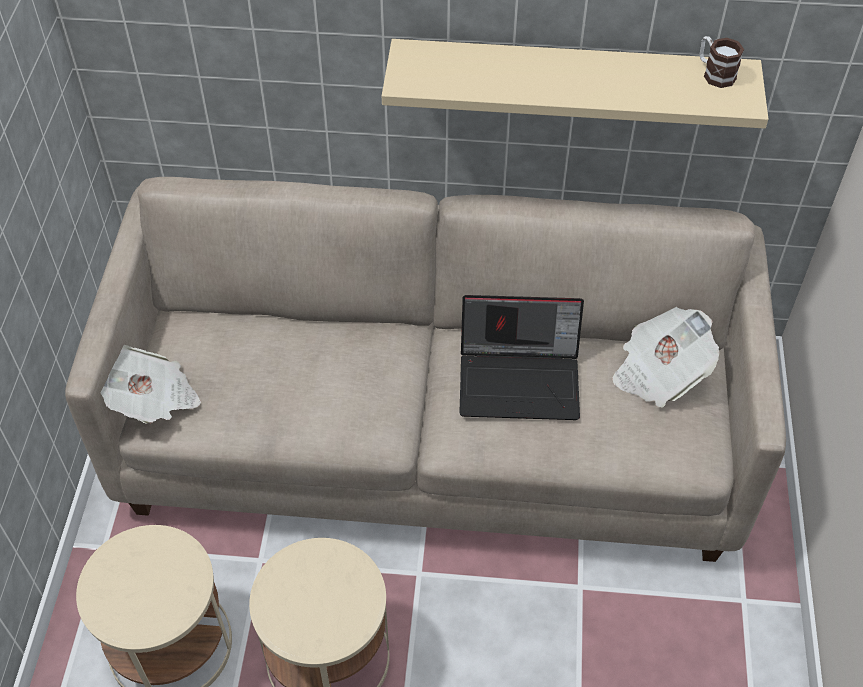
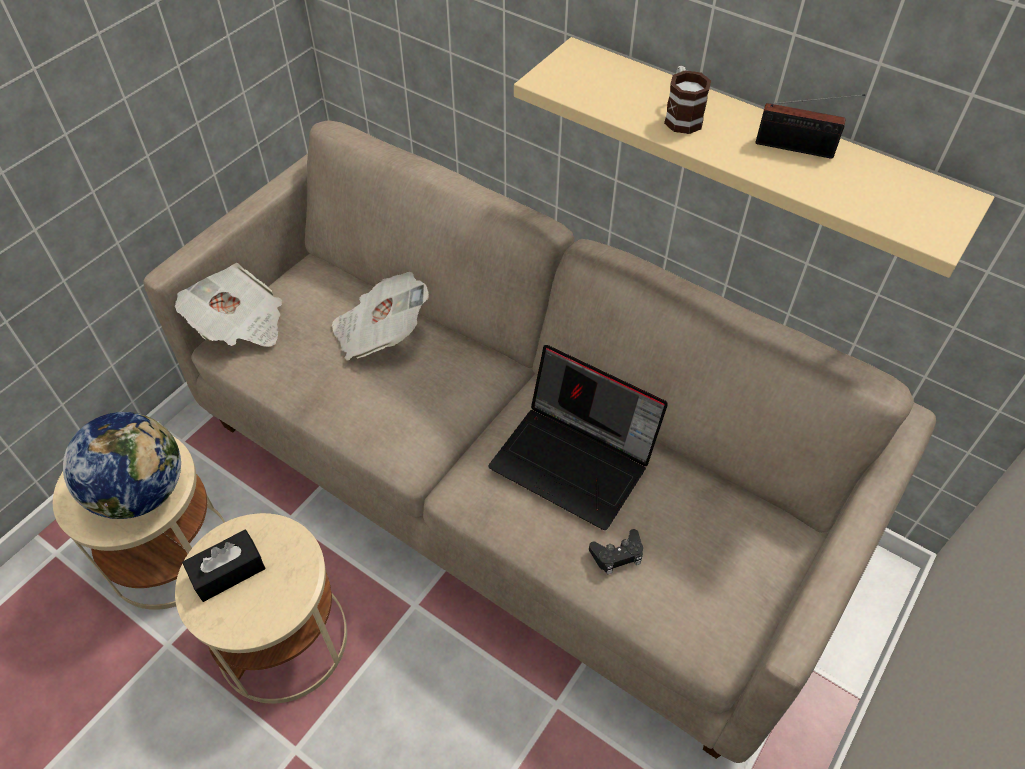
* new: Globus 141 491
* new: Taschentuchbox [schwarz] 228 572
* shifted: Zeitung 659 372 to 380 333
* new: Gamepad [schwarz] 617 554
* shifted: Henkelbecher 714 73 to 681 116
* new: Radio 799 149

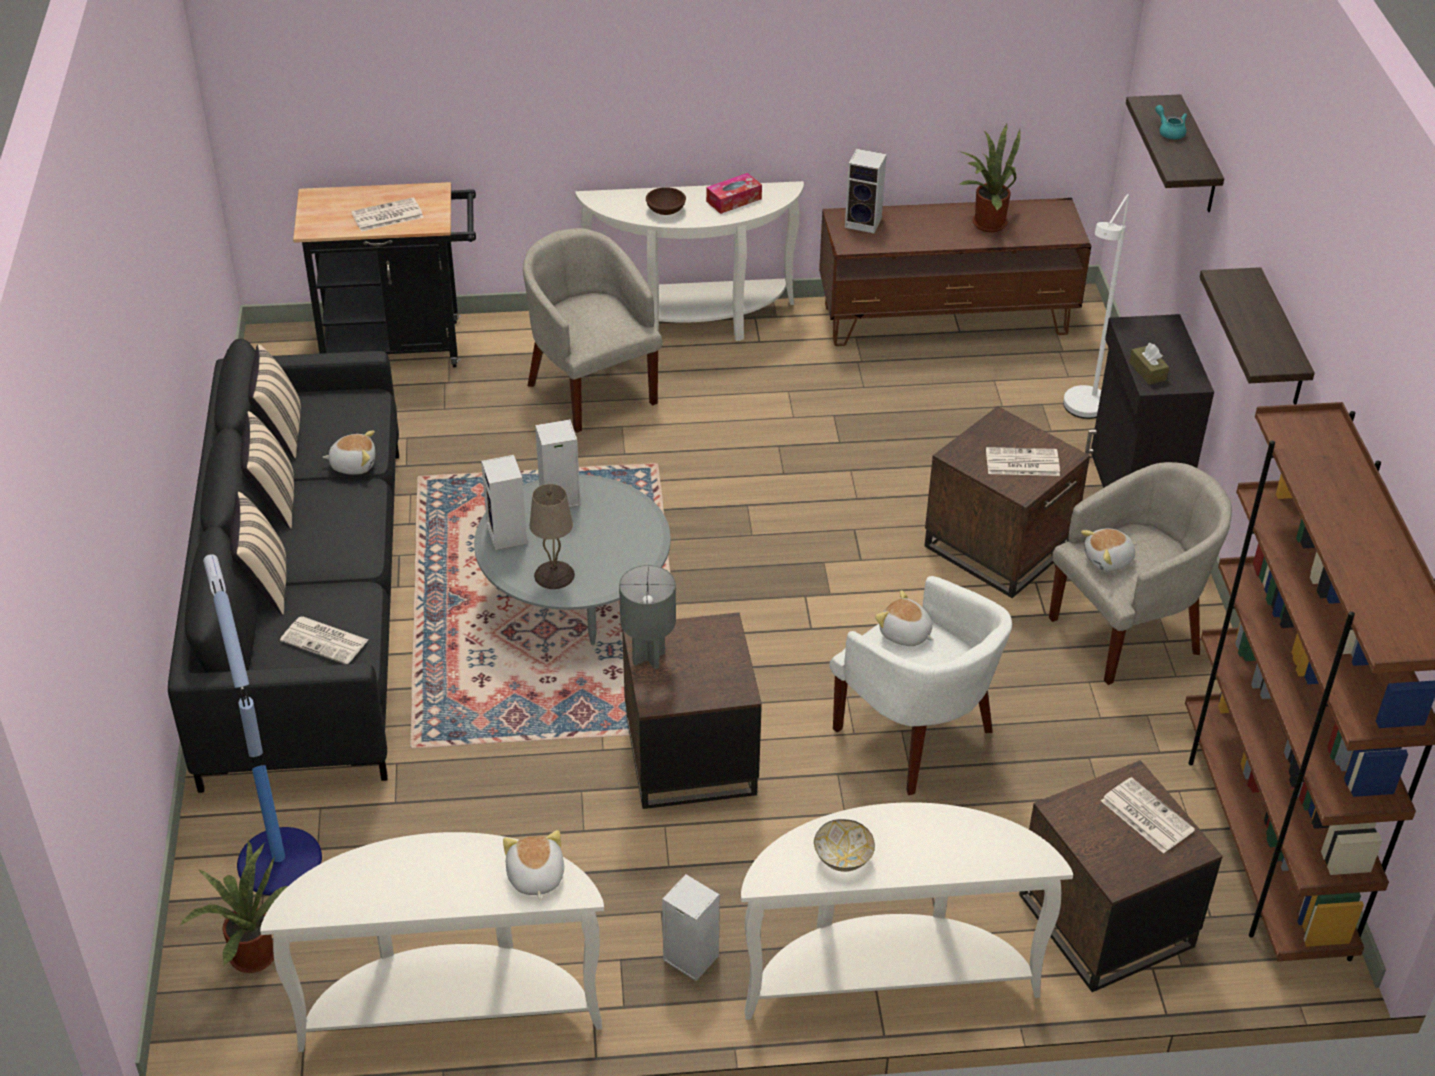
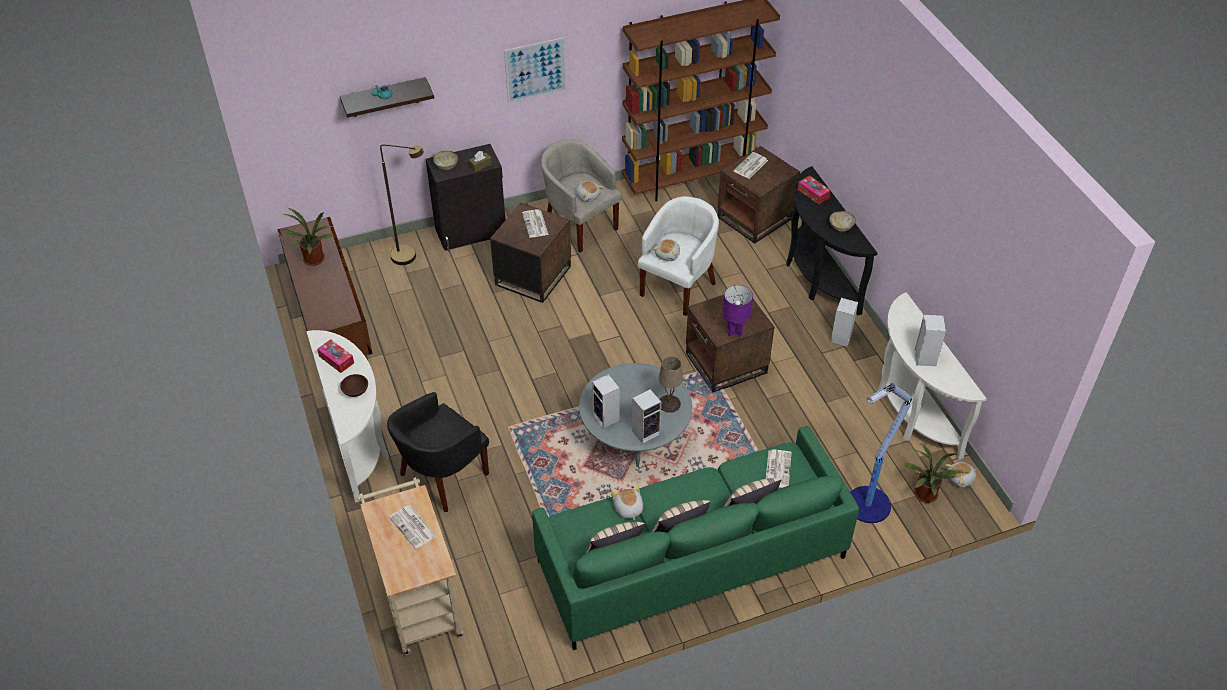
* repainted: Rollwagen [schwarz] 402 345 to Rollwagen [beige] 418 599
* repainted: Stehlampe [weiß] 1082 412 to Stehlampe [braun] 410 256
* repainted: Sessel [beige] 591 389 to Sessel [schwarz] 442 477
* new: Schüssel 446 166
* swapped: Wandregal 1281 341 to Bild 536 70
* repainted: Sofa [schwarz] 308 609 to Sofa [grün] 691 558
* repainted: Tischlampe [grau] 649 658 to Tischlampe [lila] 734 331
* repainted: Konsolentisch [weiß] 887 974 to Konsolentisch [schwarz] 816 276
* new: Taschentuchbox 813 193
* shifted: Lautsprecher 864 223 to 924 357
* shifted: Plüschtier 535 877 to 960 479

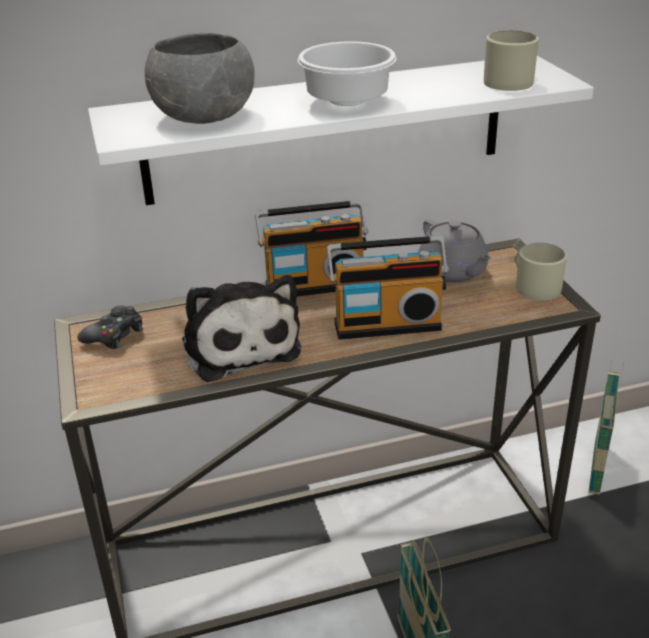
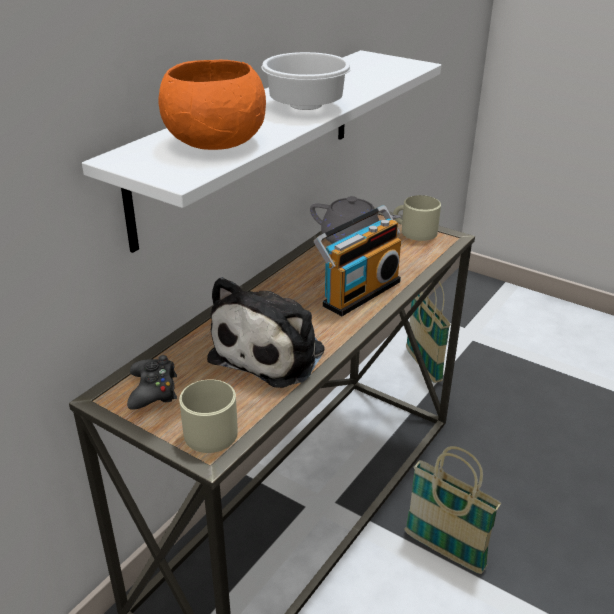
* repainted: Schüssel [grau] 205 117 to Schüssel [orange] 216 142
* shifted: Henkelbecher [beige] 512 81 to 212 428
* rotated: Plüschtier 239 345 = 272 352 90 degrees clockwise
* gone: Radio 314 284

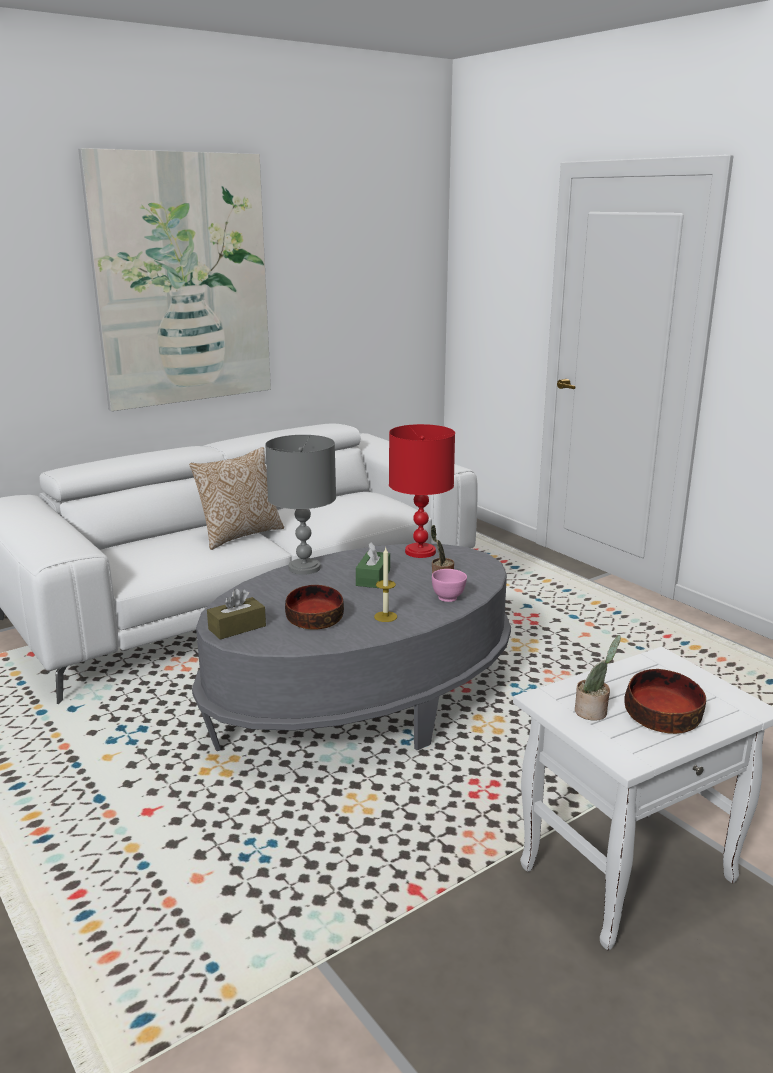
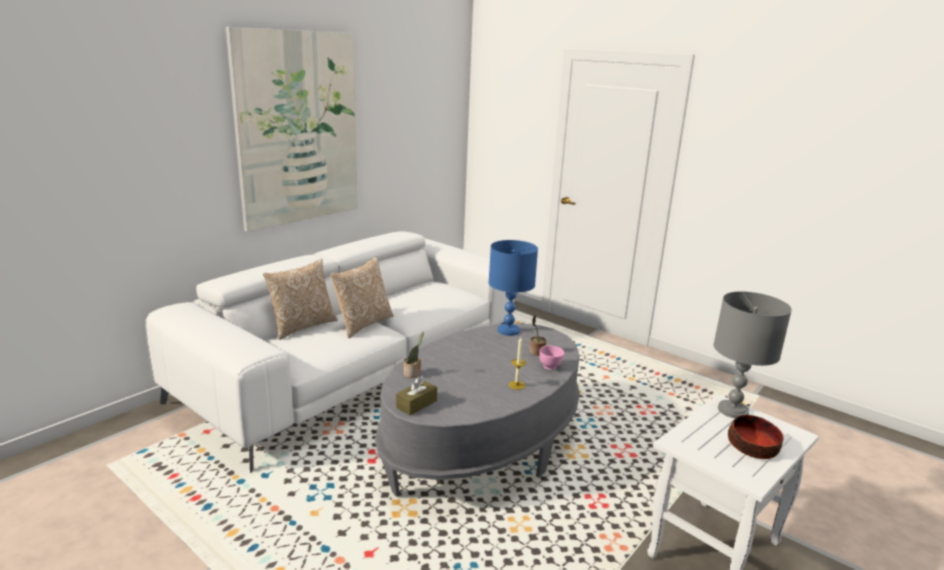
* new: Kissen 302 326
* shifted: Topfpflanze 593 712 to 413 374
* repainted: Tischlampe [rot] 420 552 to Tischlampe [blau] 508 331
* shifted: Tischlampe [grau] 304 567 to 732 410
* gone: Schüssel 314 619
* gone: Taschentuchbox [grün] 373 578

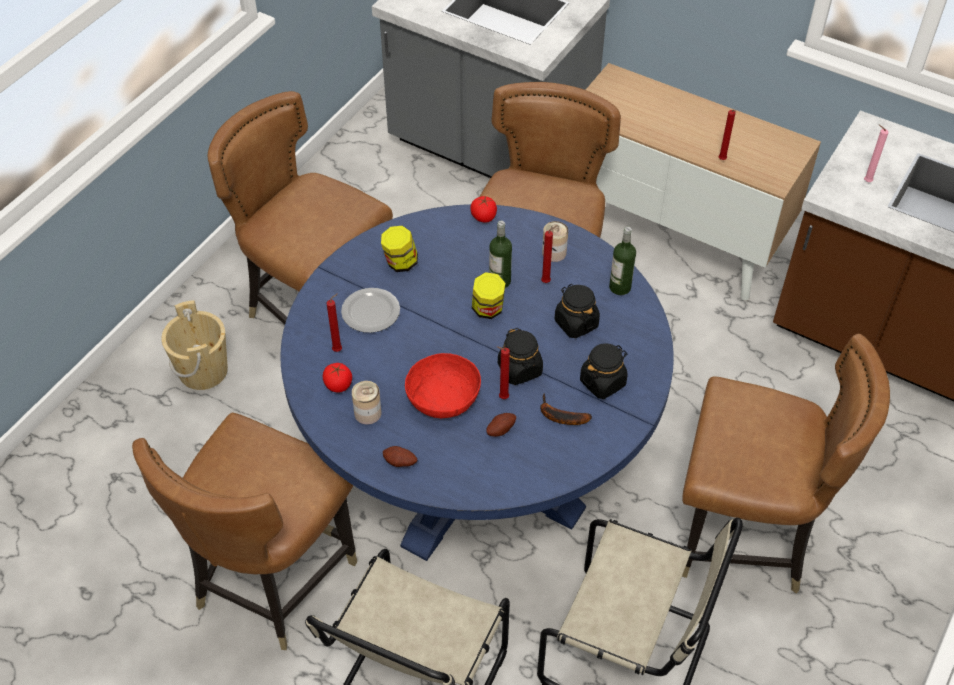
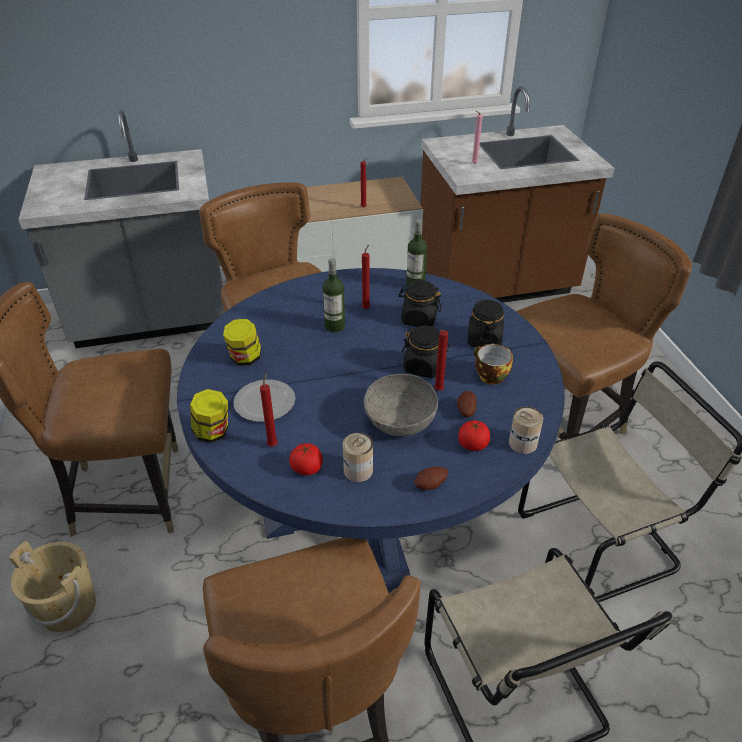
* shifted: Vorratsglas 488 310 to 213 432
* repainted: Schüssel [rot] 443 399 to Schüssel [grau] 400 420
* shifted: Tomate 483 217 to 472 445
* swapped: Banane 559 416 to Tasse 489 376
* shifted: Dose 554 252 to 522 443

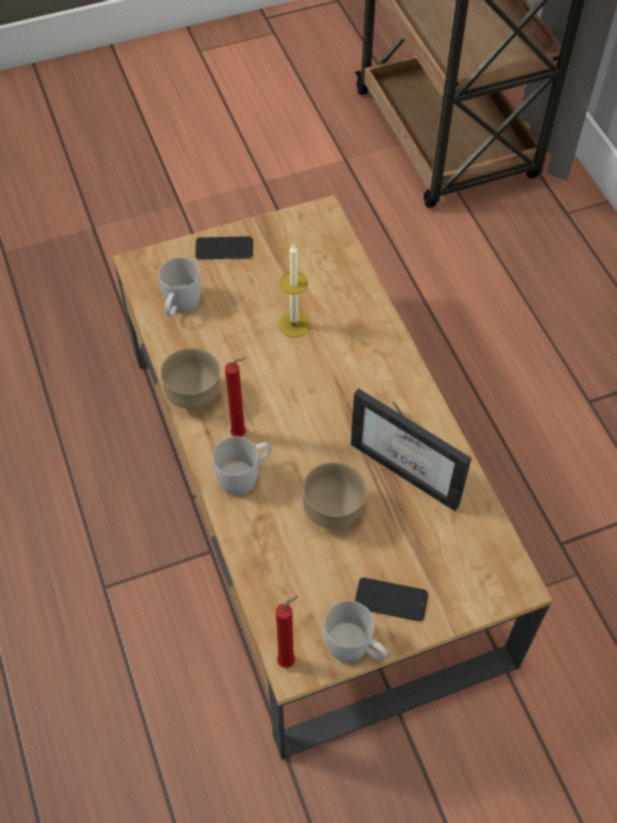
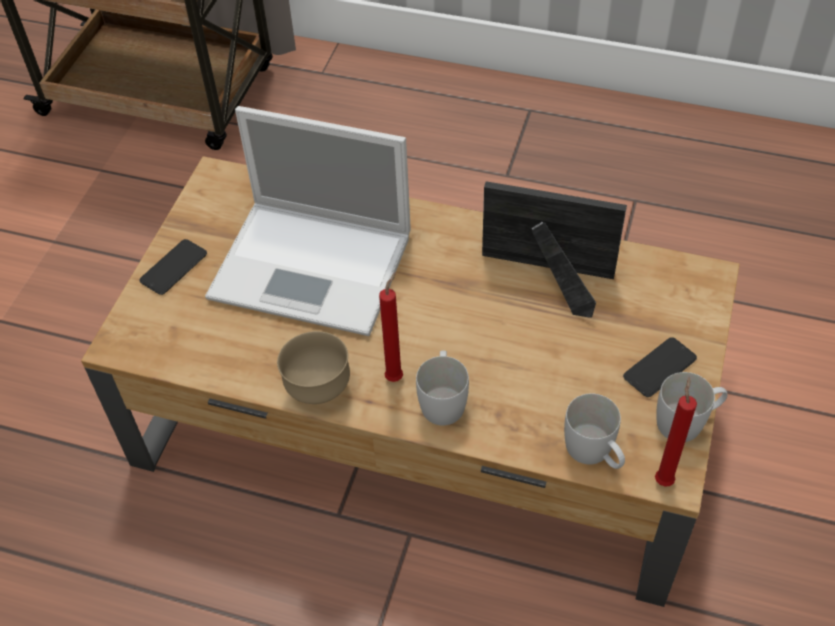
* swapped: Kerze 294 324 to Laptop 315 267
* rotated: Bilderrahmen 413 467 = 542 274 150 degrees counterclockwise
* shifted: Henkelbecher [weiß] 180 306 to 594 453
* gone: Schüssel [braun] 333 511

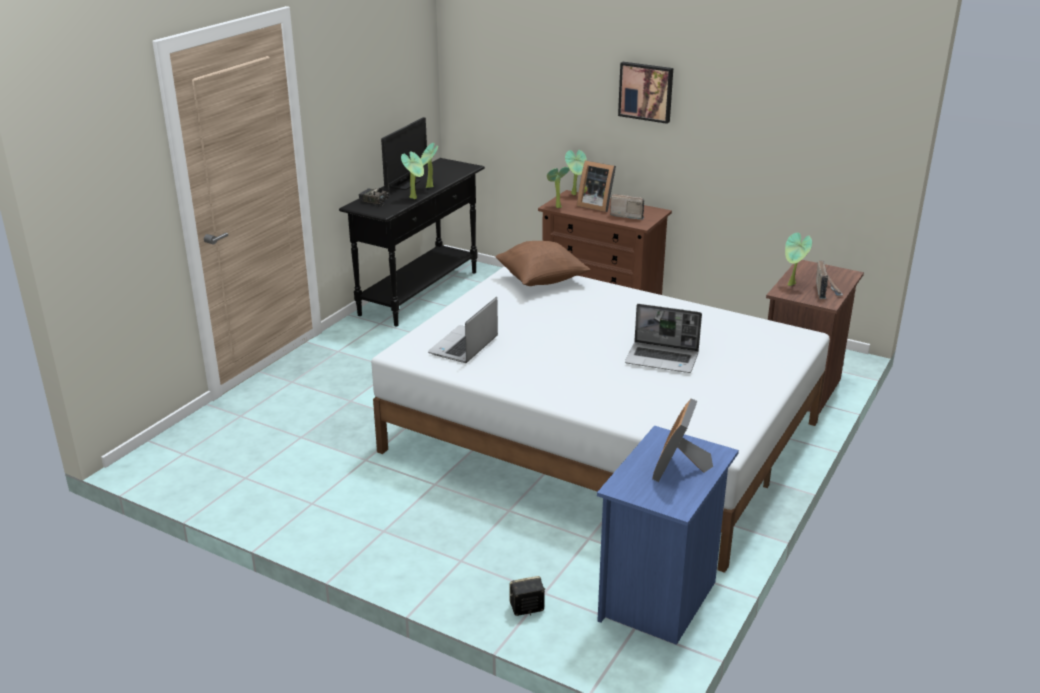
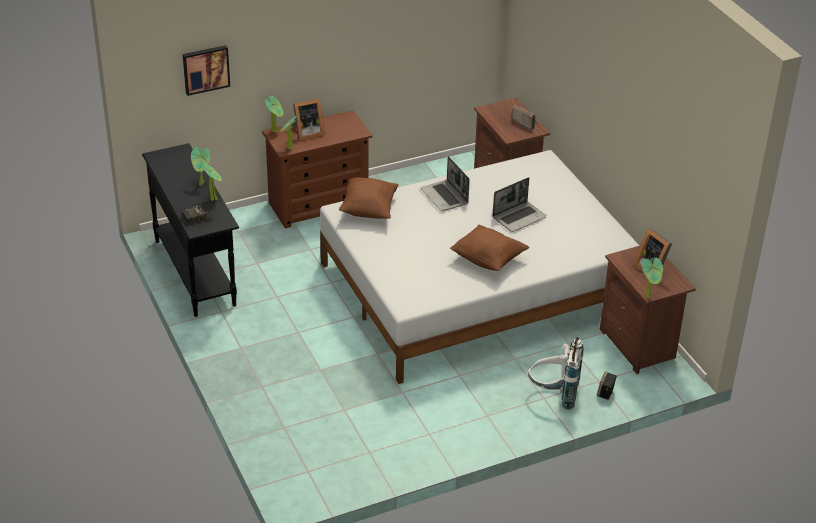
* shifted: Bild 646 91 to 205 69
* shifted: Laptop 464 346 to 445 197
* new: Kissen [braun] 488 260
* new: Rucksack [weiß] 553 394
* repainted: Nachttisch [blau] 660 599 to Nachttisch [braun] 639 345
* shifted: Topfpflanze 792 285 to 649 296
* gone: Monitor 404 183
* gone: Radio 627 215

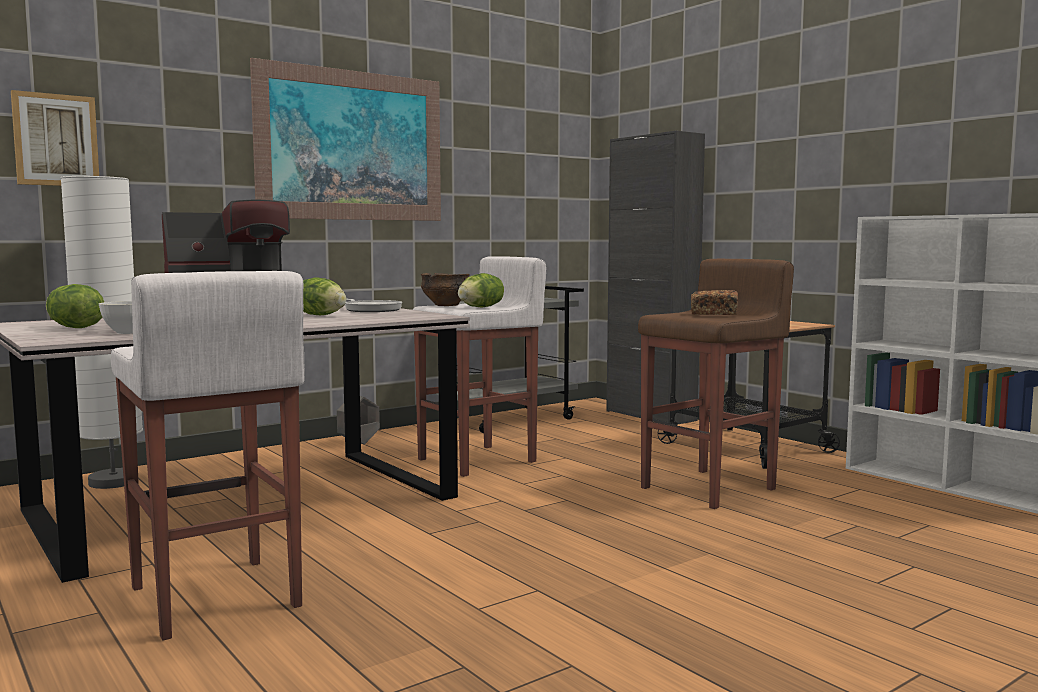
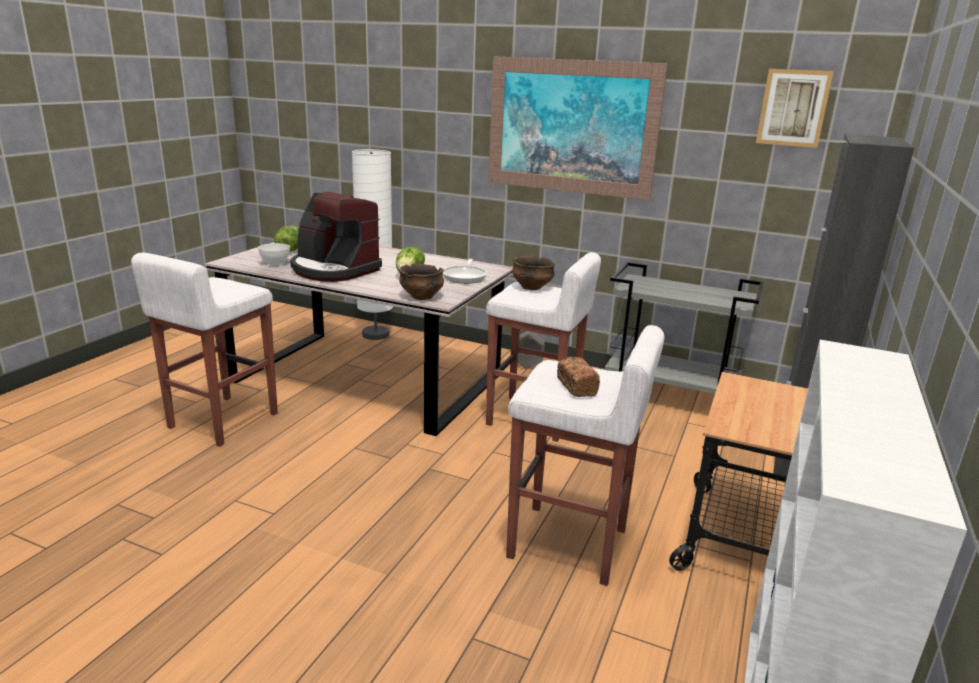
* new: Schüssel 422 296
* repainted: Hocker [braun] 711 488 to Hocker [weiß] 569 545
* shifted: Bild 55 140 to 793 108
* gone: Salatkopf 481 307

